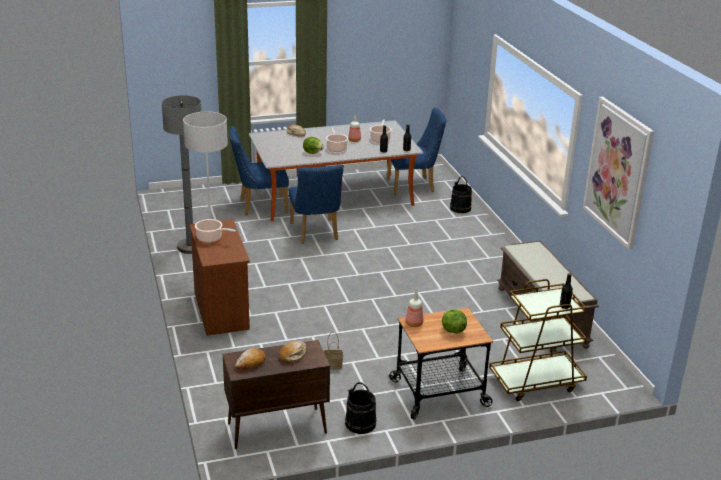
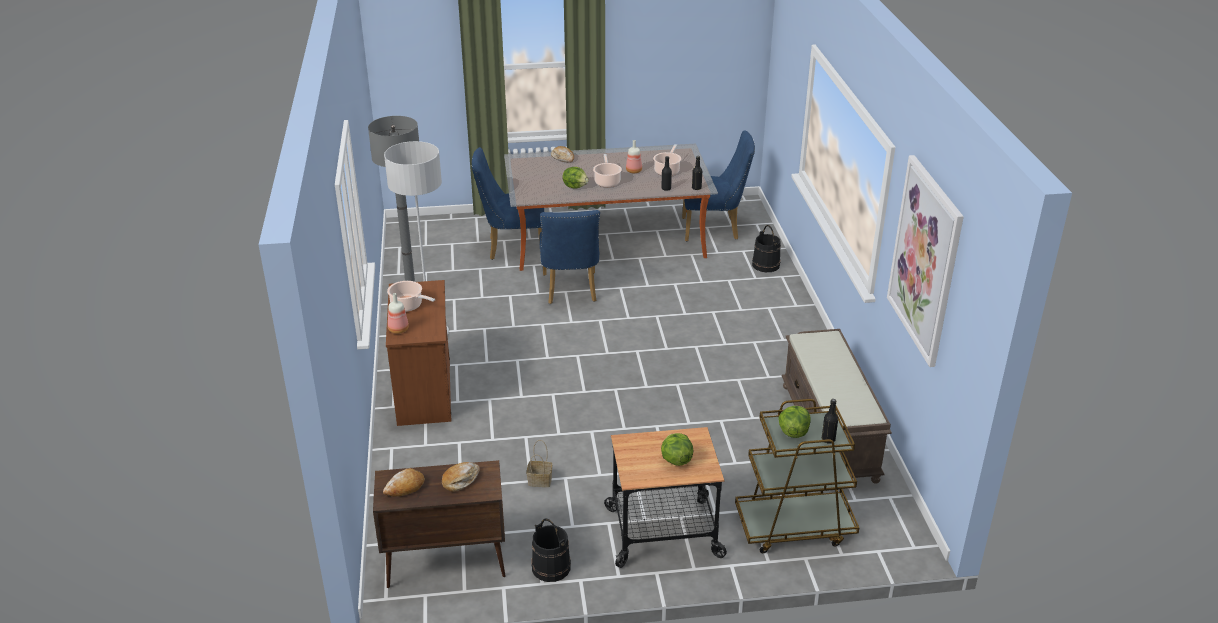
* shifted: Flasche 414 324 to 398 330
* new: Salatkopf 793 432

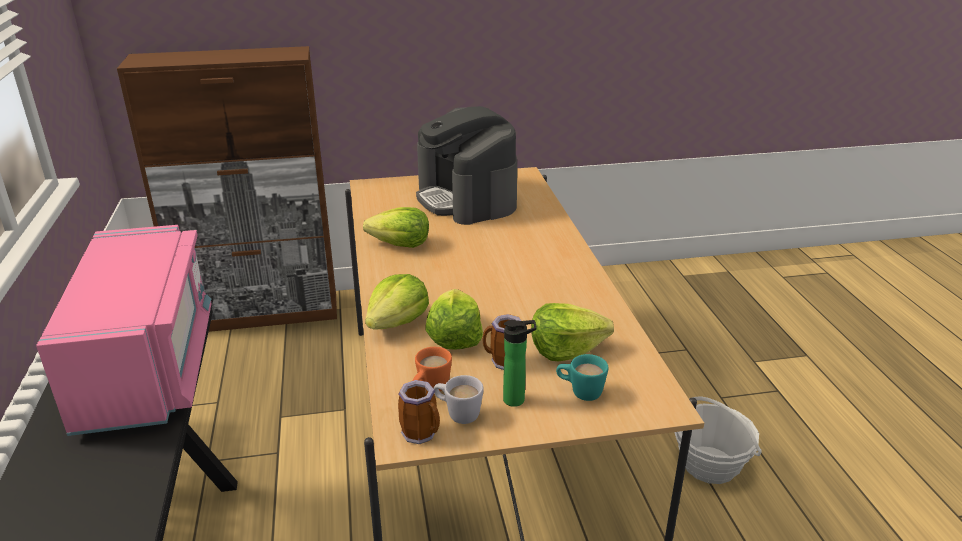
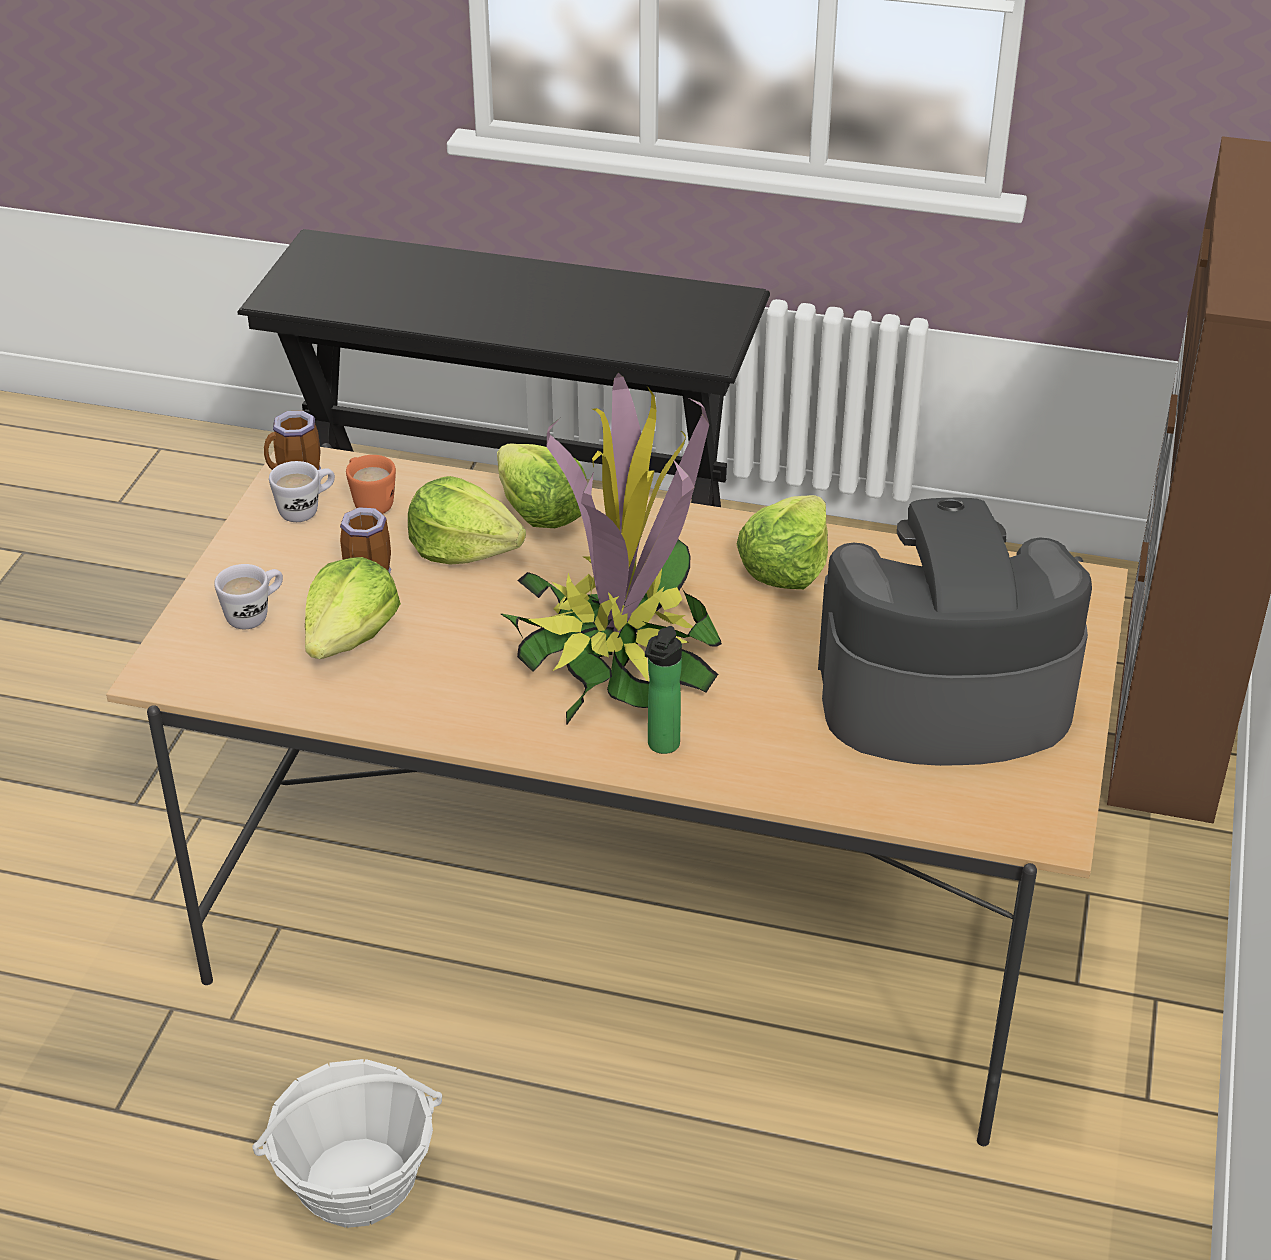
* repainted: Henkelbecher [türkis] 580 392 to Henkelbecher [weiß] 255 614
* new: Topfpflanze 617 651
* shifted: Flasche 517 400 to 661 747
* gone: Mikrowelle [rosa] 148 366

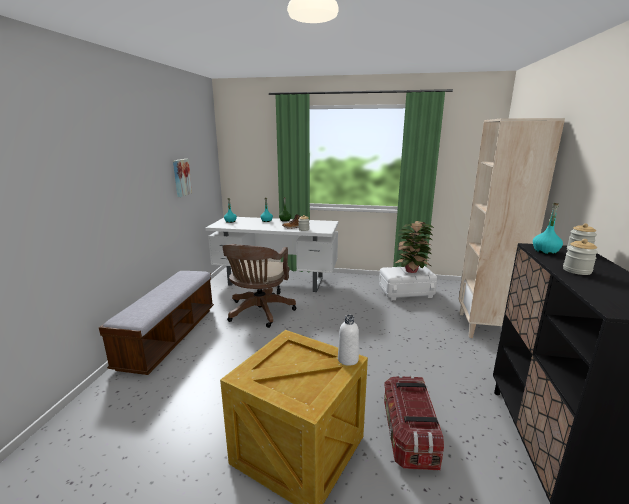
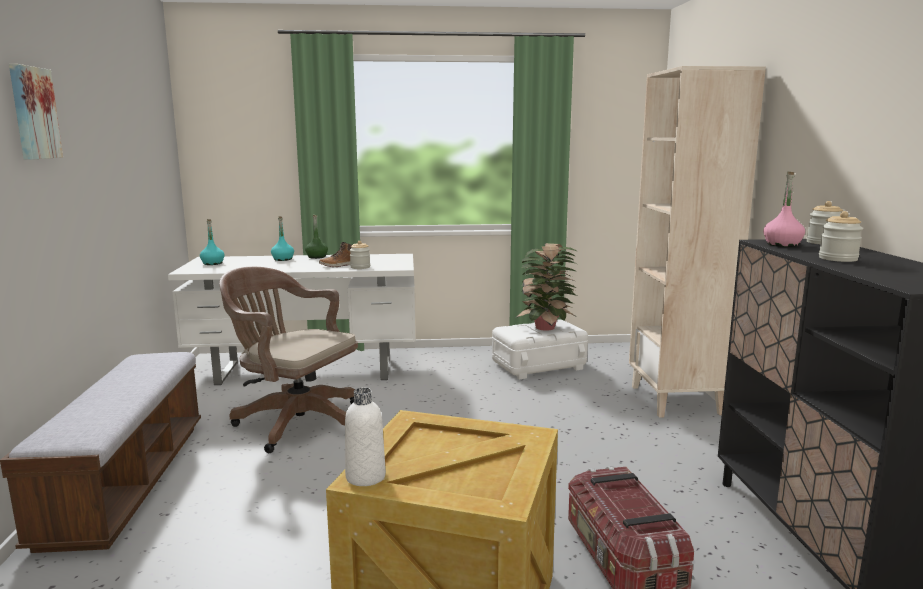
* shifted: Bild 181 177 to 32 113
* rotated: Bürostuhl [braun] 259 313 = 294 422 120 degrees clockwise
* shifted: Flasche [weiß] 348 359 to 365 477
* repainted: Flasche [türkis] 545 251 to Flasche [rosa] 782 244

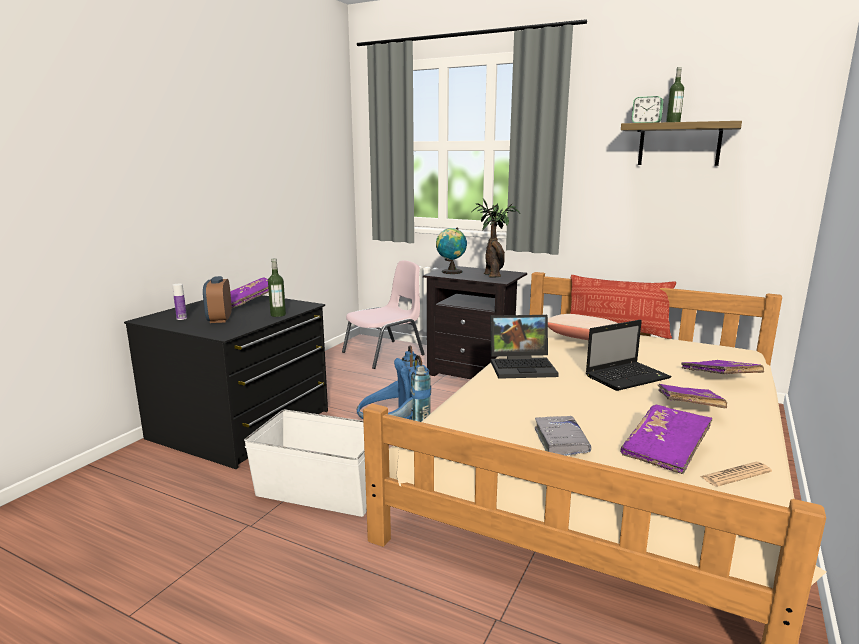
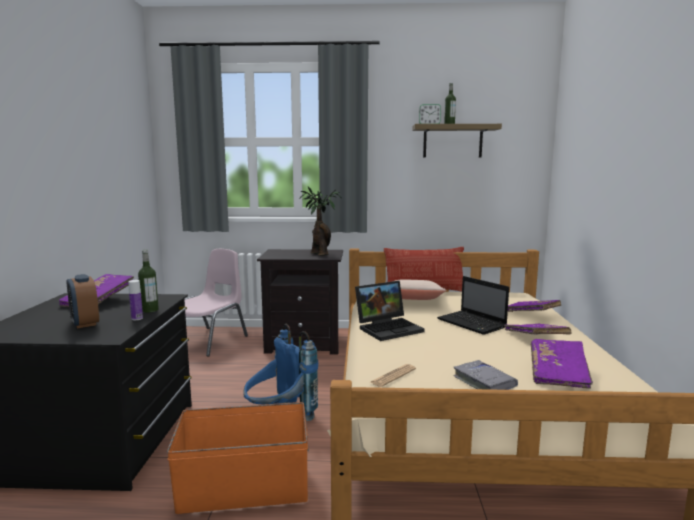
* shifted: Flasche 181 318 to 137 318
* repainted: Aufbewahrungsbox [weiß] 320 491 to Aufbewahrungsbox [orange] 245 488
* shifted: Zeitung 735 475 to 393 376
* rotated: Laptop 628 377 = 473 323 105 degrees clockwise
* gone: Globus 450 272

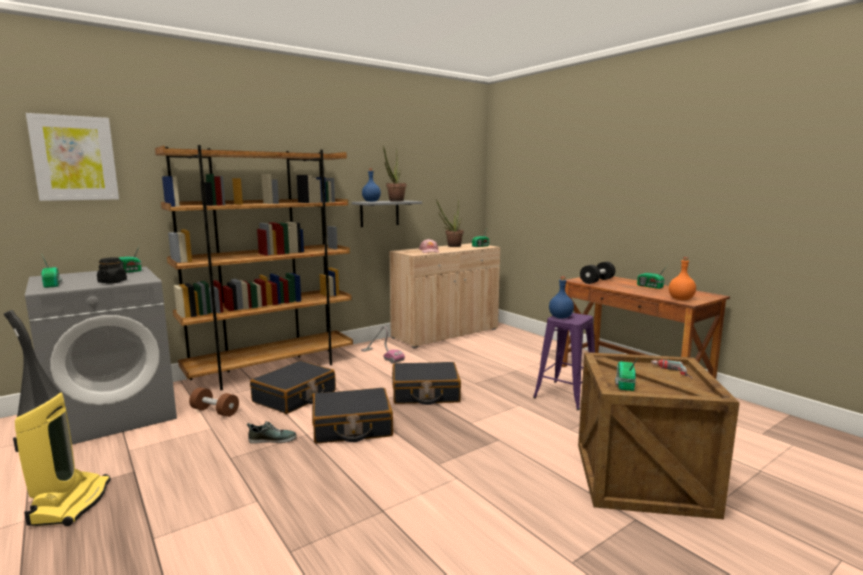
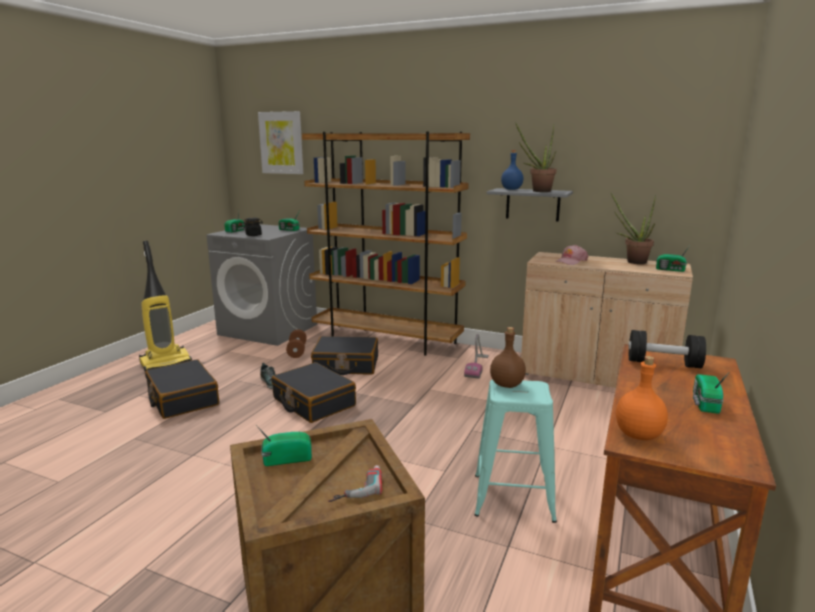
* shifted: Koffer [schwarz] 425 393 to 182 399
* repainted: Hocker [lila] 565 395 to Hocker [türkis] 513 497
* repainted: Flasche [blau] 561 317 to Flasche [braun] 507 385

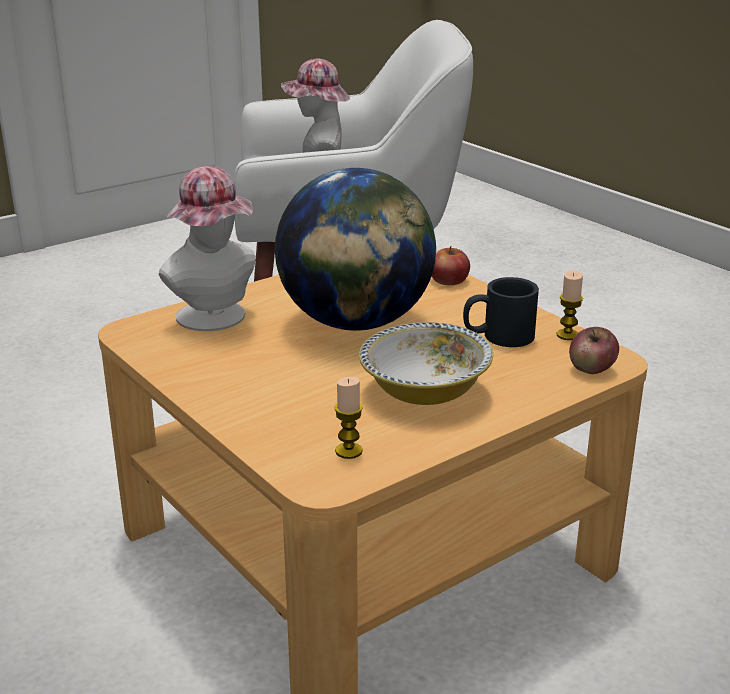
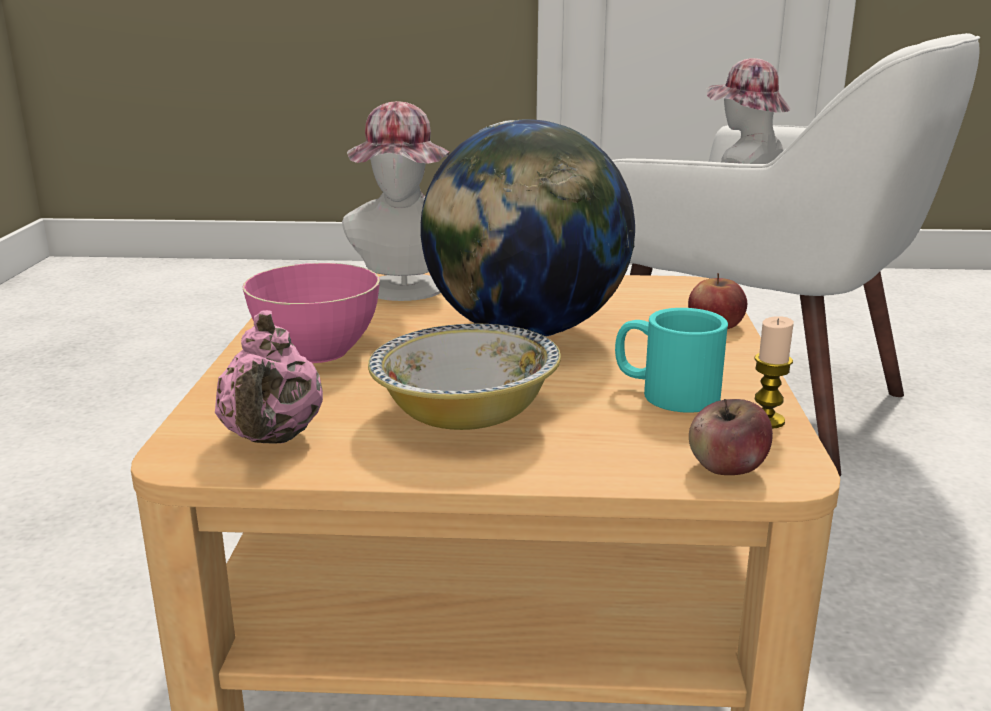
* swapped: Kerze 348 451 to Teekanne [rosa] 272 438
* new: Schüssel [rosa] 316 351
* repainted: Henkelbecher [schwarz] 498 337 to Henkelbecher [türkis] 665 393

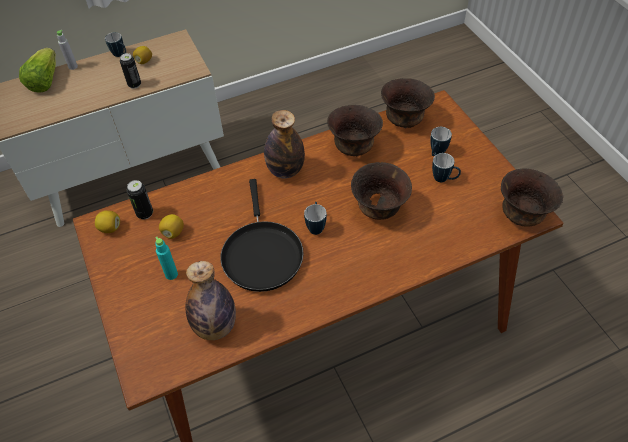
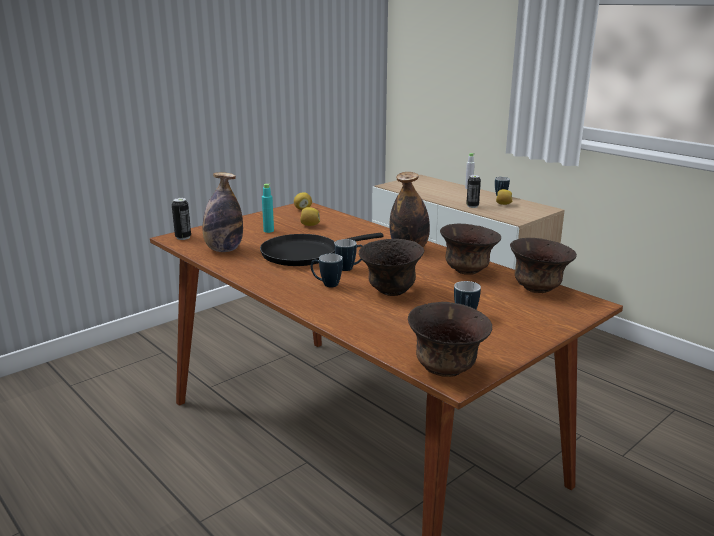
* shifted: Dose 145 213 to 183 237
* shifted: Henkelbecher 436 154 to 326 284
* gone: Salatkopf 44 81

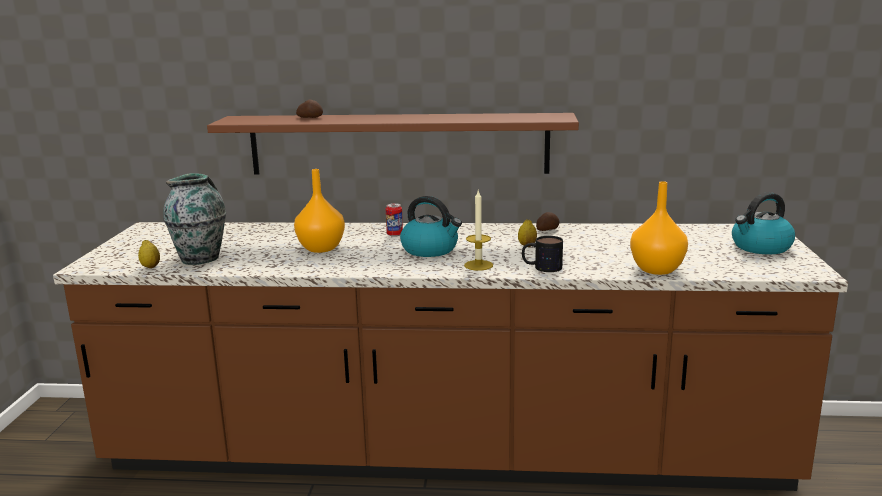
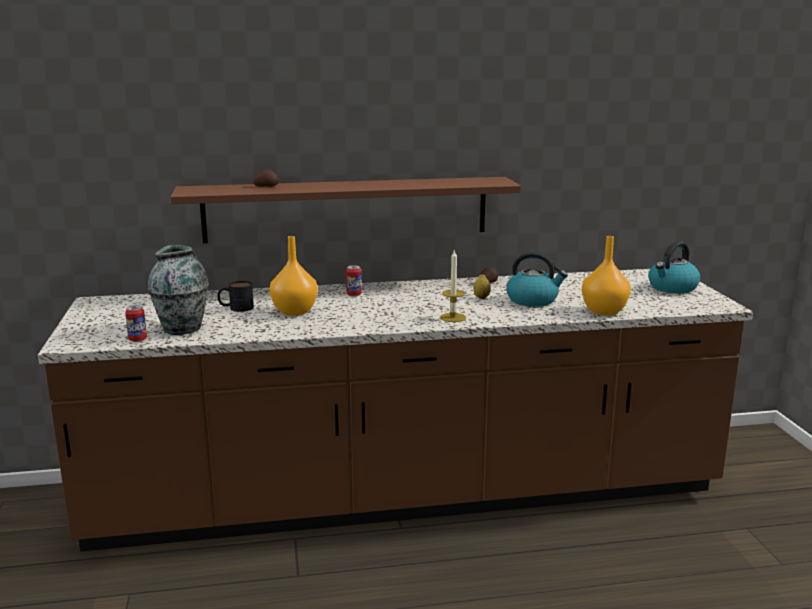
* swapped: Zitrone 150 267 to Dose 137 339
* shifted: Henkelbecher 541 267 to 236 308
* shifted: Wasserkessel 430 250 to 533 300

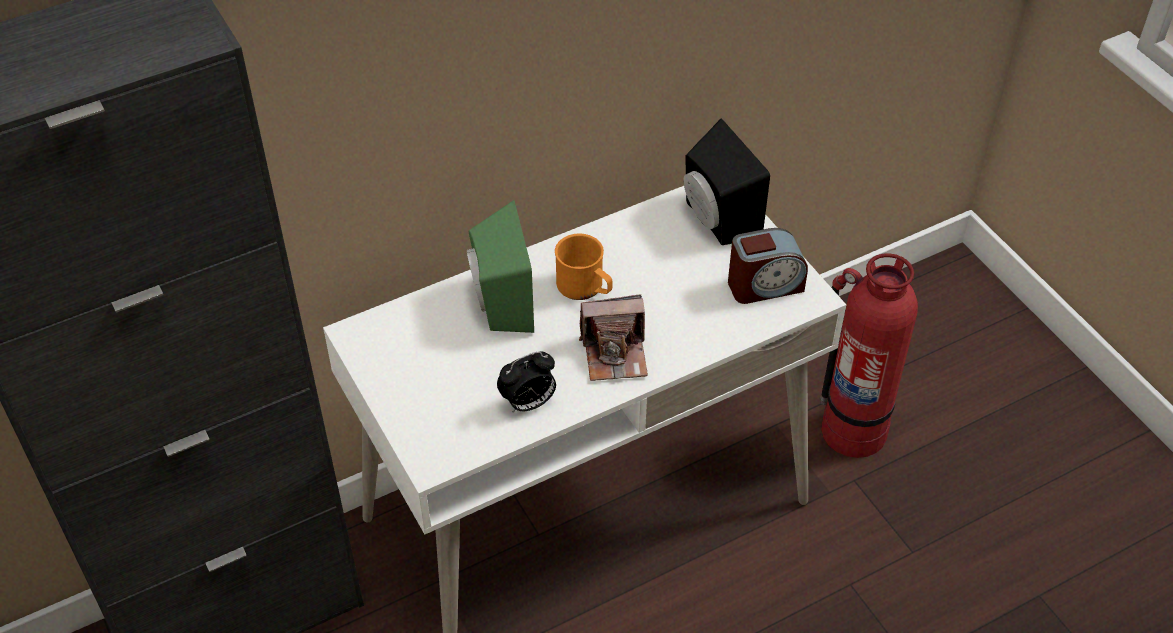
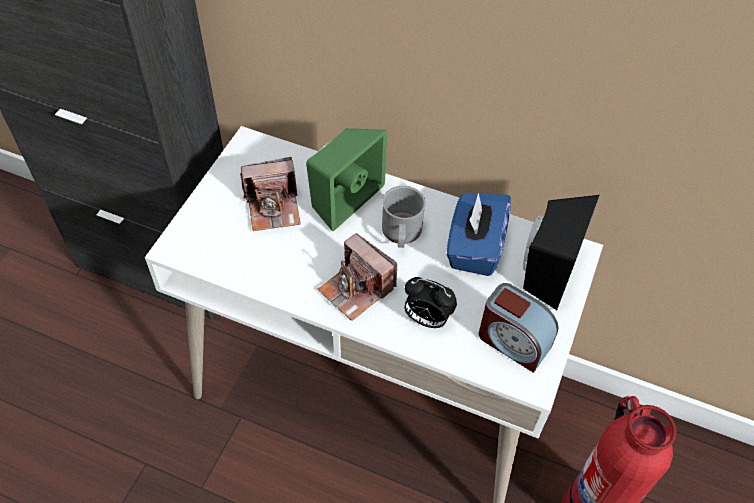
* new: Kamera 273 207
* repainted: Henkelbecher [orange] 585 287 to Henkelbecher [grau] 401 234
* shifted: Wecker 528 403 to 426 319
* new: Taschentuchbox [blau] 474 248

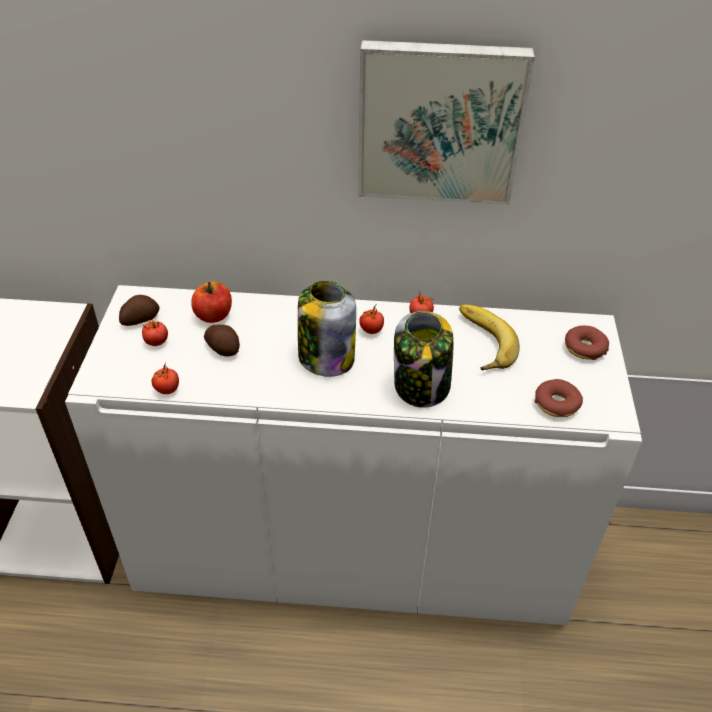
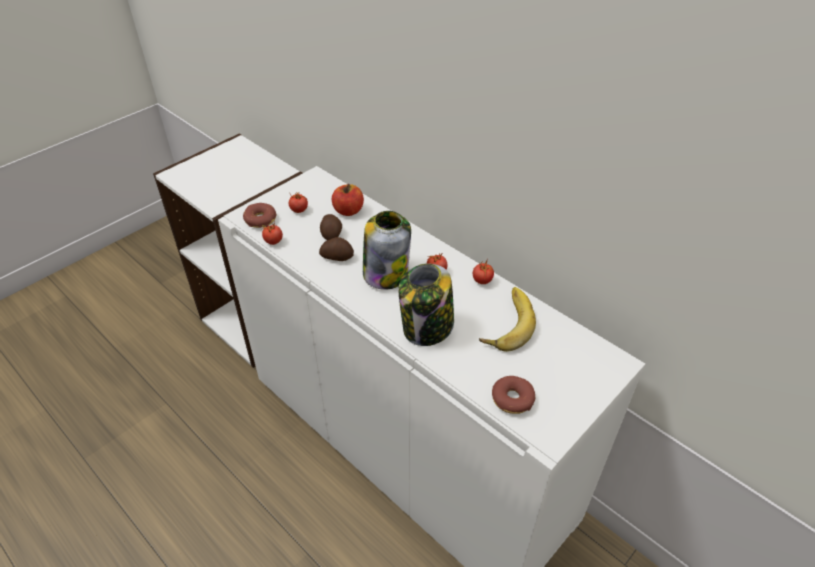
* shifted: Donut 584 348 to 260 220
* shifted: Kartoffel 140 319 to 337 256
* gone: Bild 439 122

